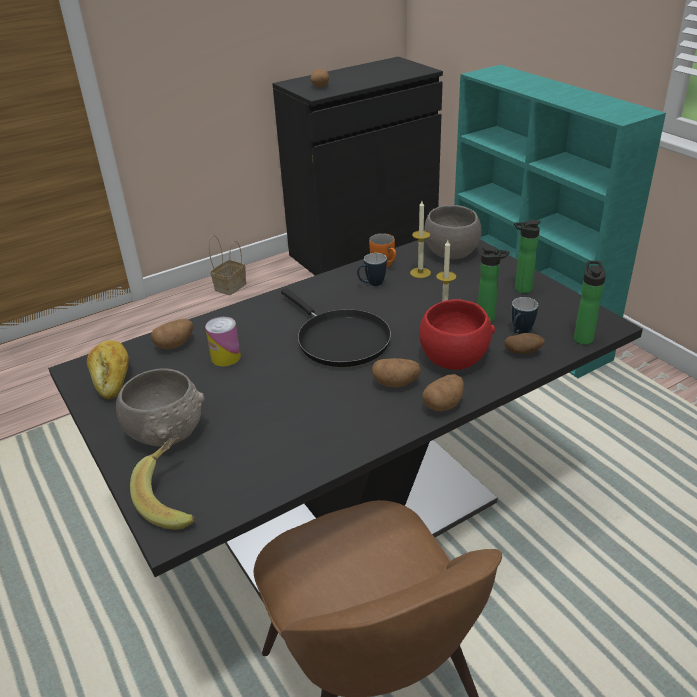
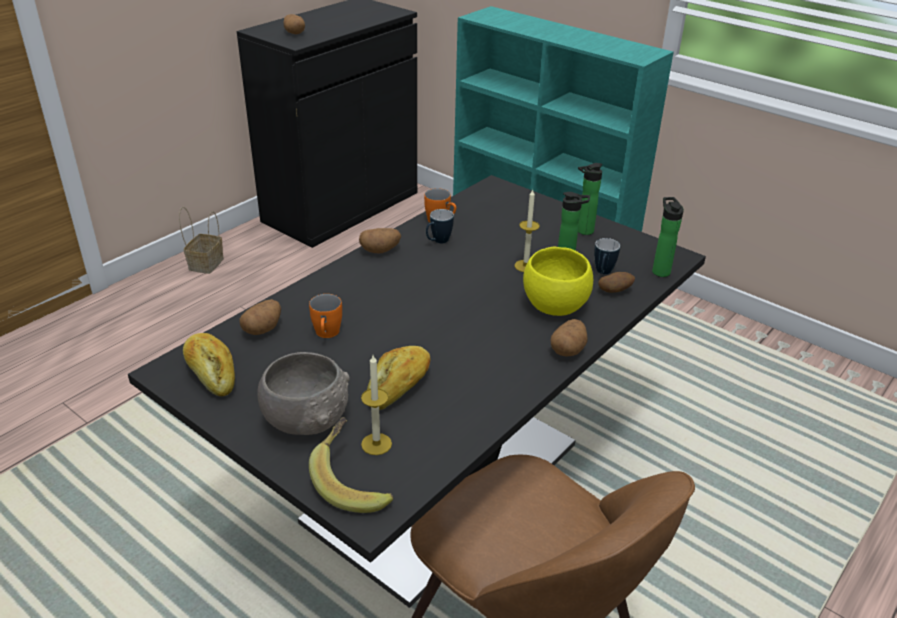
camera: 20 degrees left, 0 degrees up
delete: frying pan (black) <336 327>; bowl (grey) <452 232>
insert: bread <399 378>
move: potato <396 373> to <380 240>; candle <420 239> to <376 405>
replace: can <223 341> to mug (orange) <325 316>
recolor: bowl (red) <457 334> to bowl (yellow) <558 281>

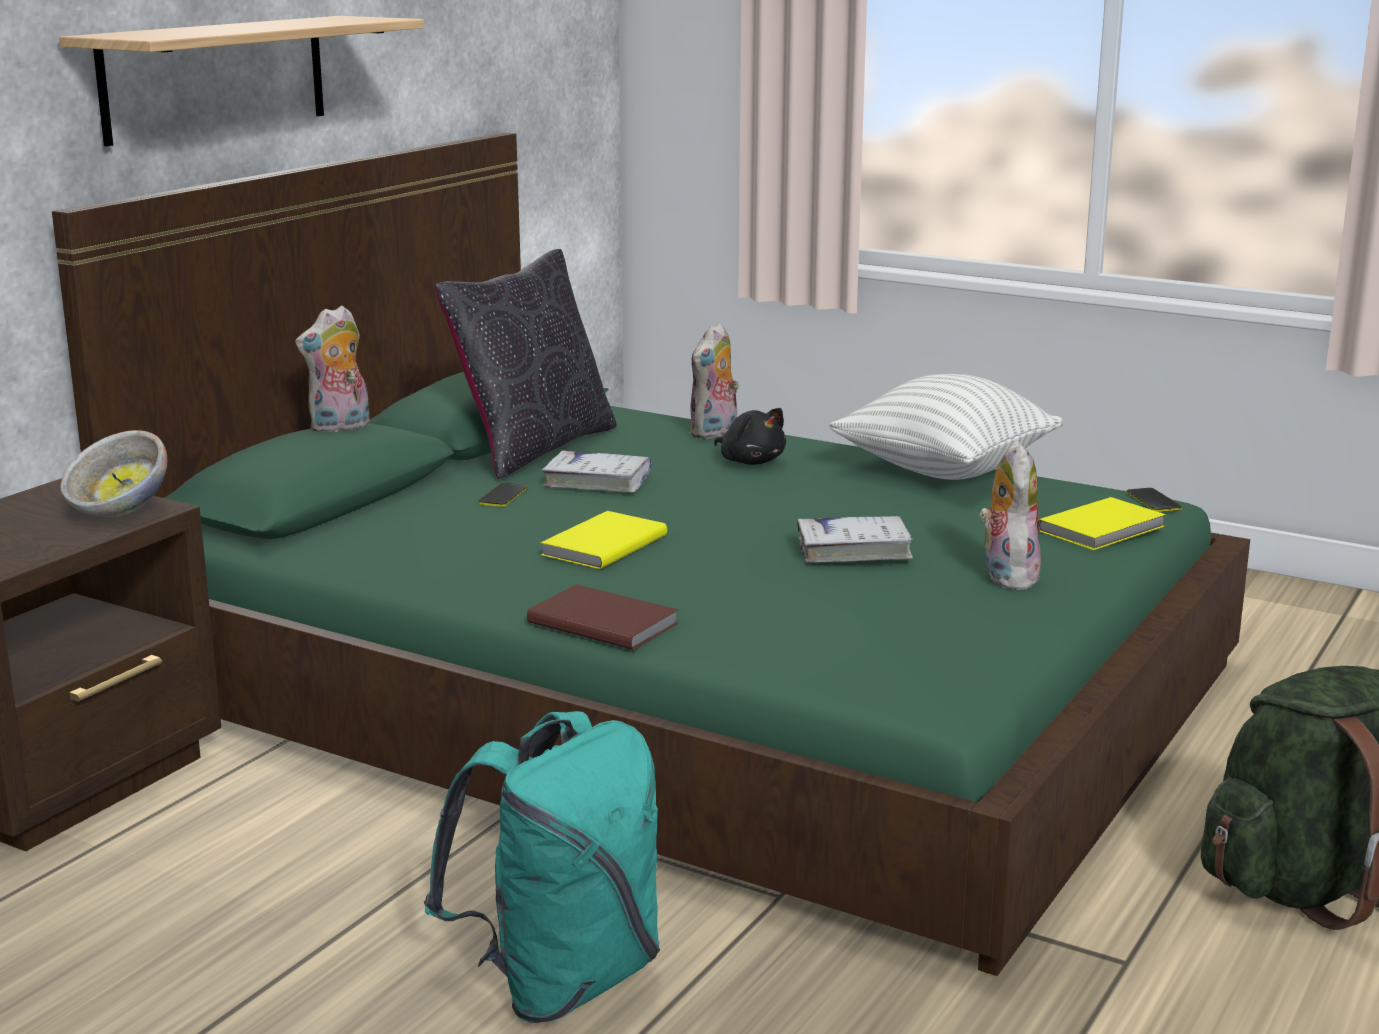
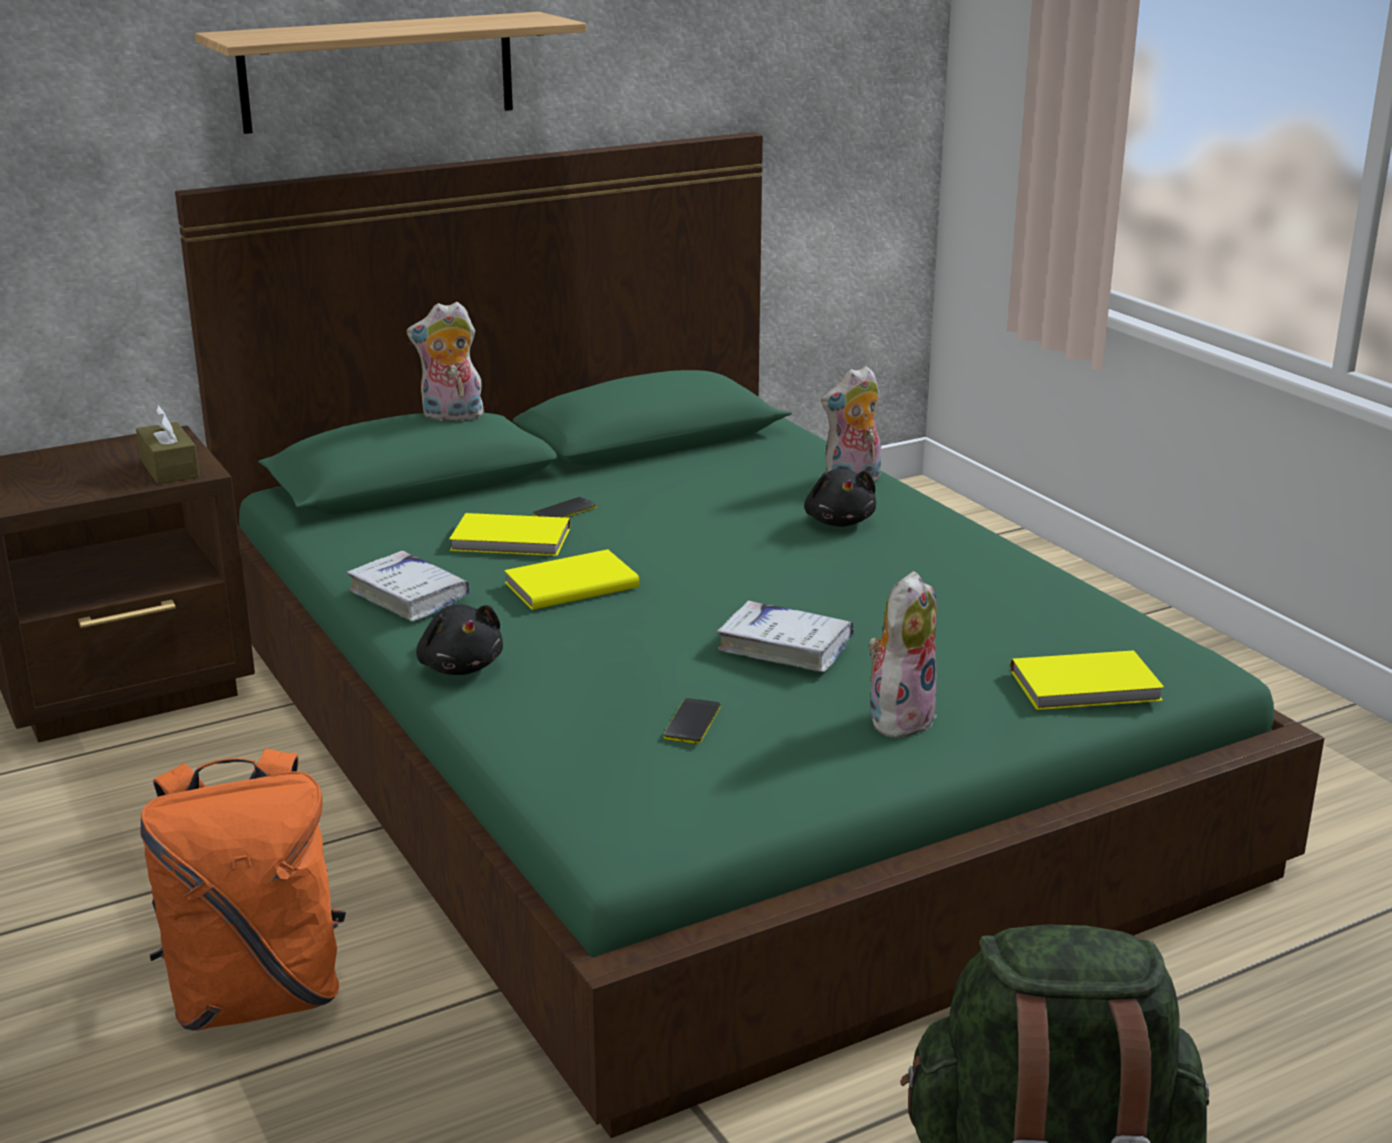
camera: 30 degrees right, 5 degrees up
delete: pillow (black) <526 364>; pillow (white) <946 427>
insert: book (yellow) <509 534>
move: book (white) <597 471> to <408 586>; phone <1154 500> to <692 721>
replace: bowl <113 473> to tissue box (brown) <167 444>; book (brown) <602 617> to plush toy (black) <459 639>
recolor: backpack (turquoise) <542 867> to backpack (orange) <243 890>

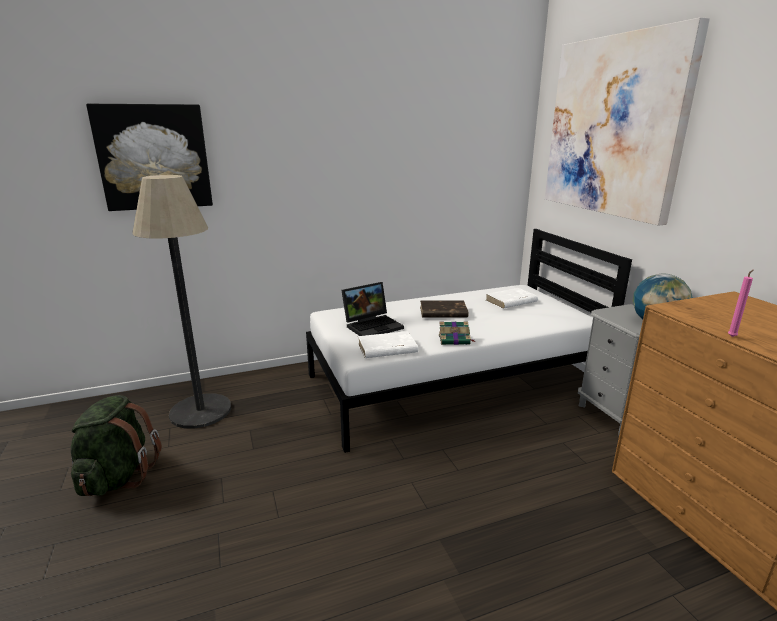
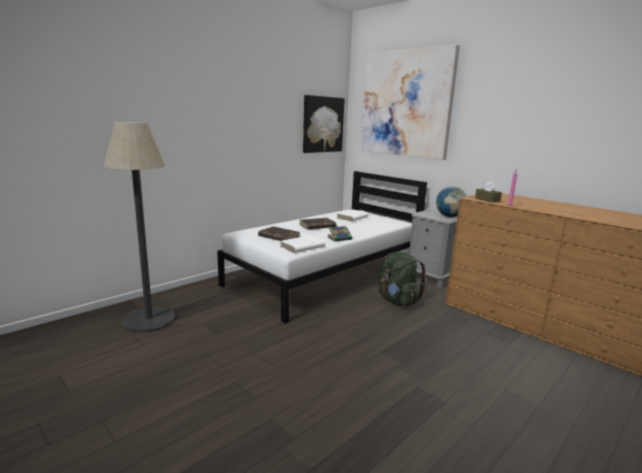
camera: 25 degrees left, 5 degrees down
insert: tissue box (brown) <488 192>
move: backpack (green) <116 446> to <403 279>; picture <149 157> to <324 124>
replace: laptop <372 309> to book (brown) <279 233>

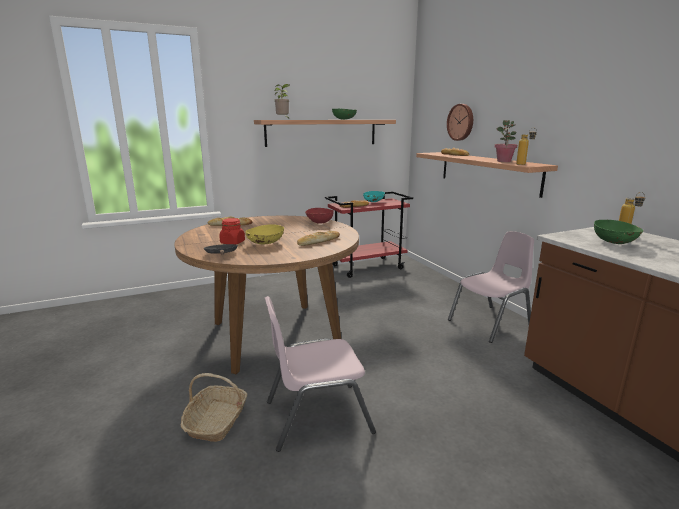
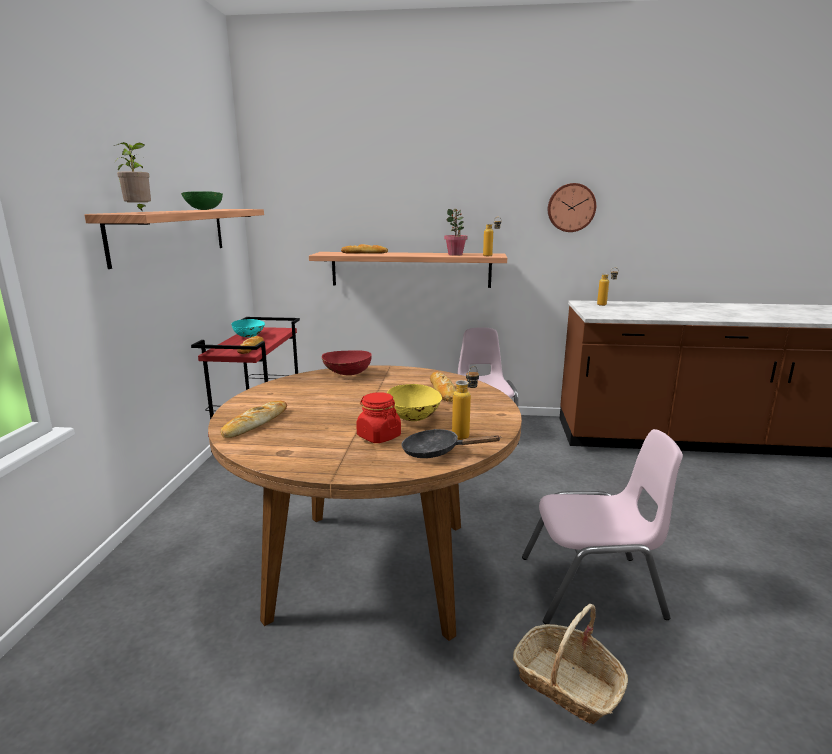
camera: 60 degrees left, 0 degrees up
delete: bowl (green) <619 232>
insert: bottle <465 403>
move: wall clock <460 122> to <572 207>
rotate: chair (pink) <320 374> = <602 526> 105 degrees counterclockwise

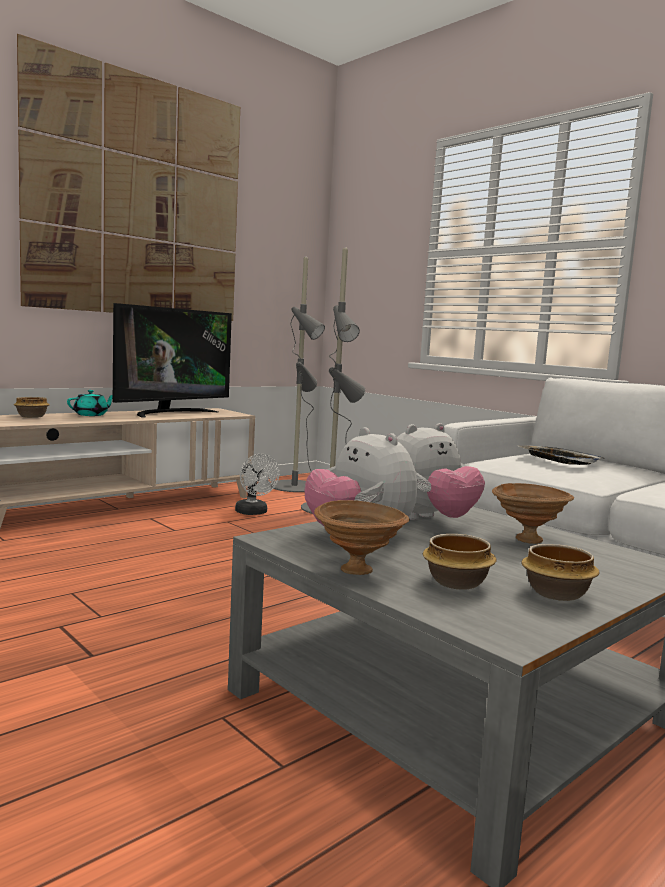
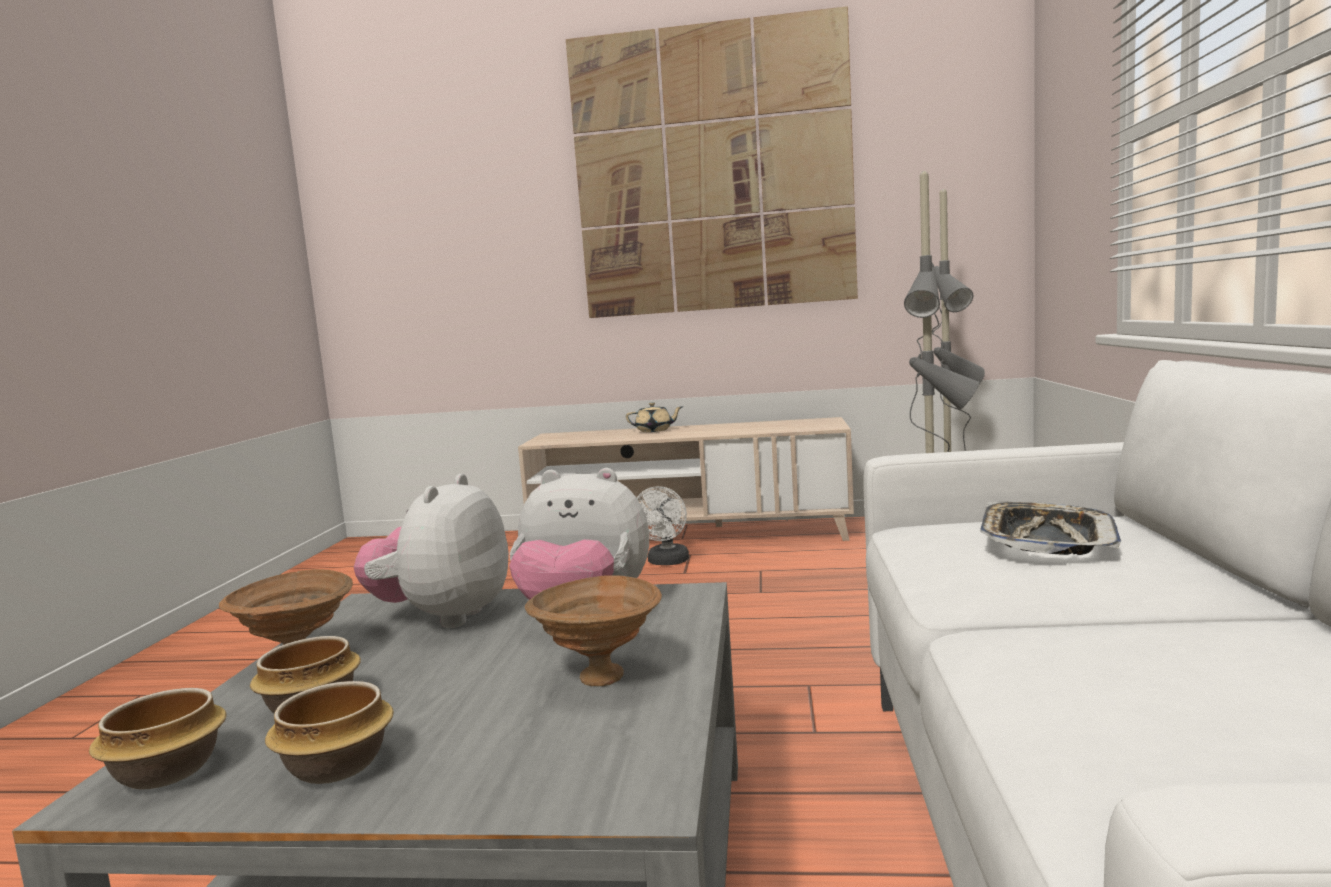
camera: 50 degrees right, 0 degrees up
delete: television <172 360>
move: bowl <32 407> to <158 739>; fan (white) <257 484> to <663 525>
recolor: teapot (turquoise) <90 403> to teapot (beige) <654 417>

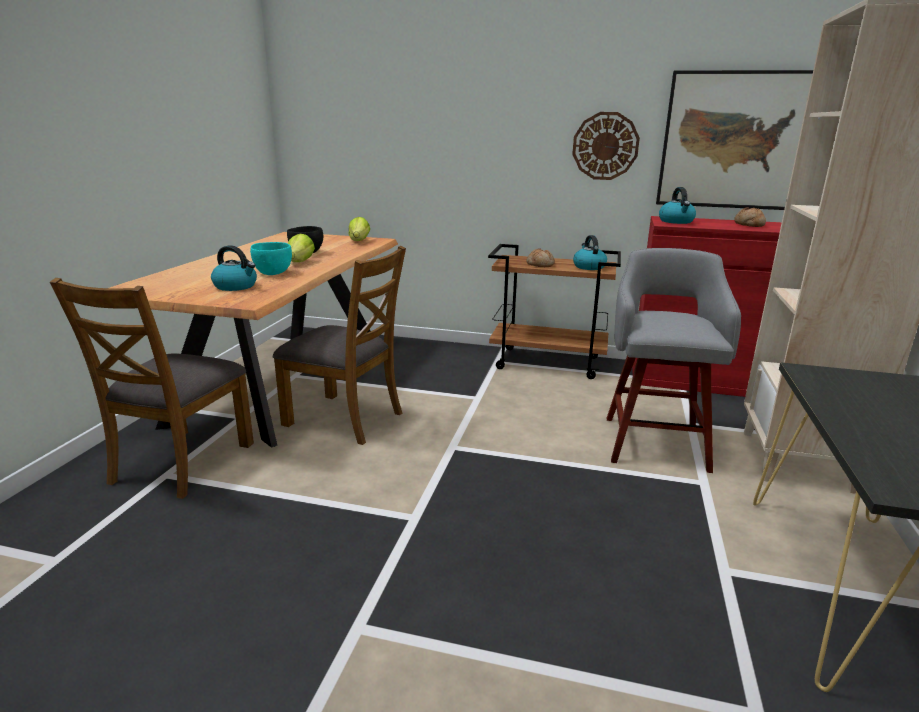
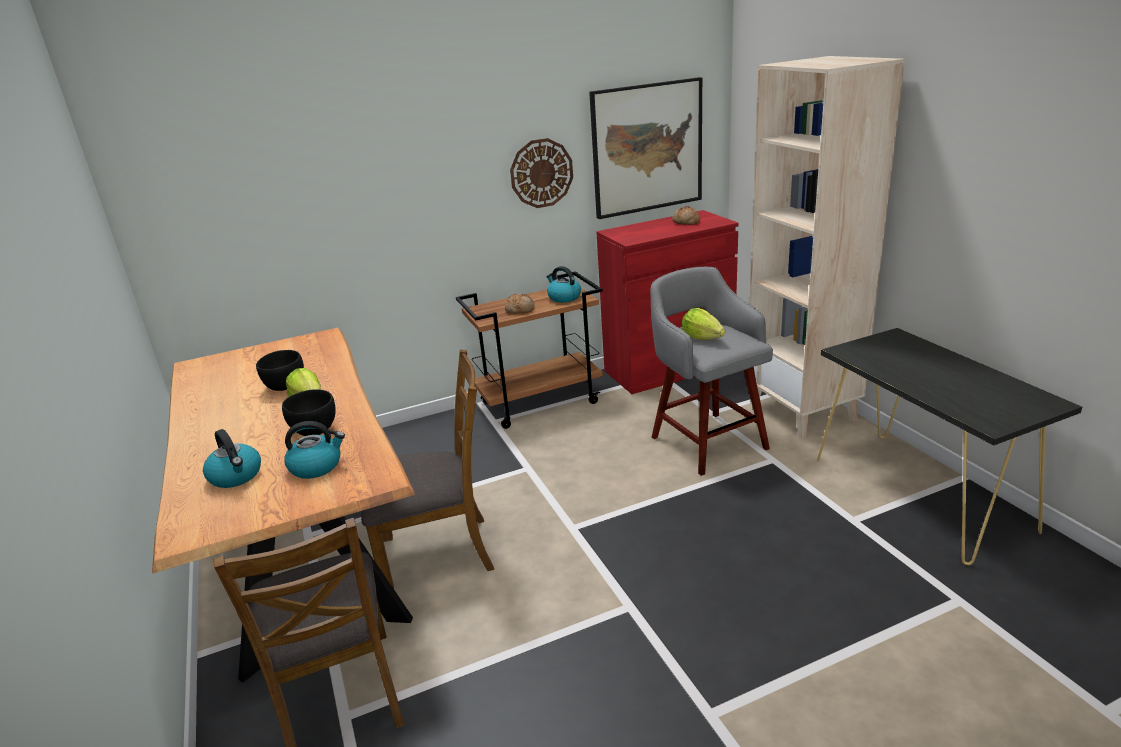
camera: 35 degrees left, 5 degrees up
move: lettuce <359 229> to <703 324>; kettle <677 205> to <232 458>
recolor: bowl (turquoise) <271 258> to bowl (black) <309 412>

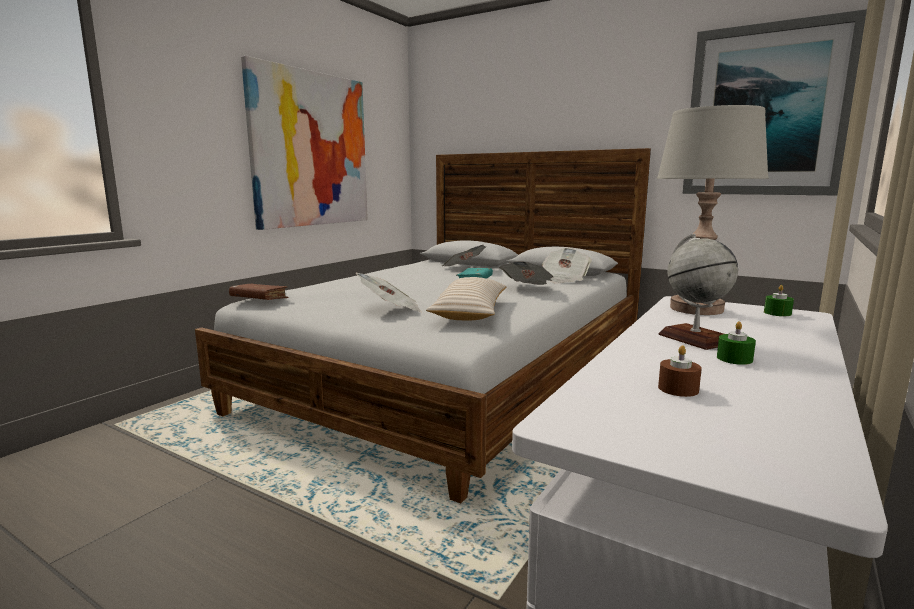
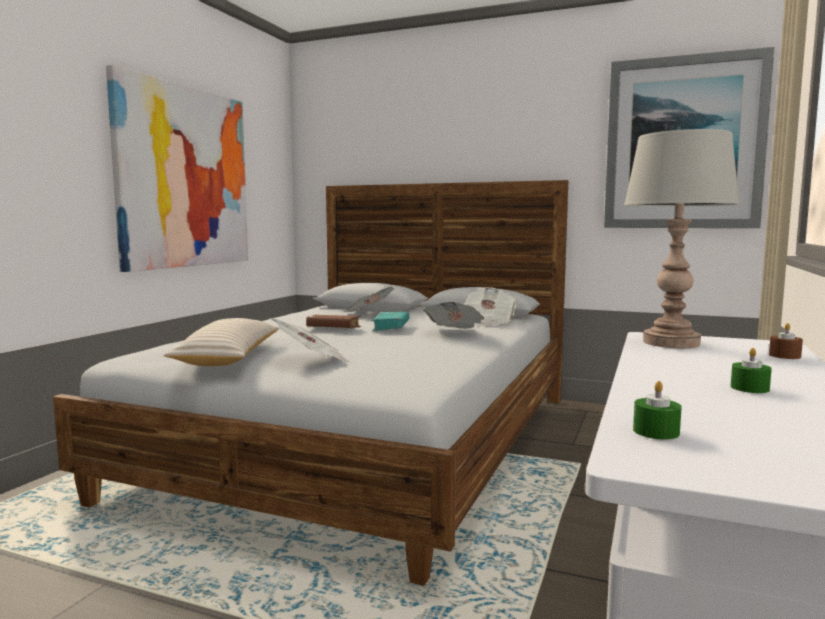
camera: 10 degrees left, 5 degrees down
delete: globe <698 292>
move: book (brown) <259 291> to <333 321>; pillow (beige) <466 298> to <221 342>; candle (brown) <680 371> to <786 341>; candle (green) <779 300> to <657 410>

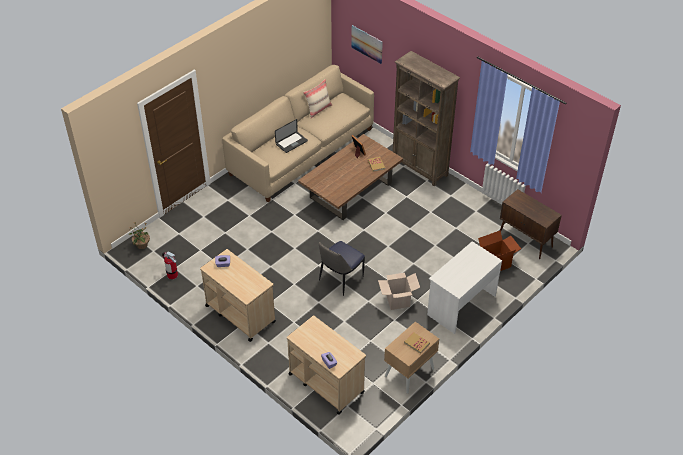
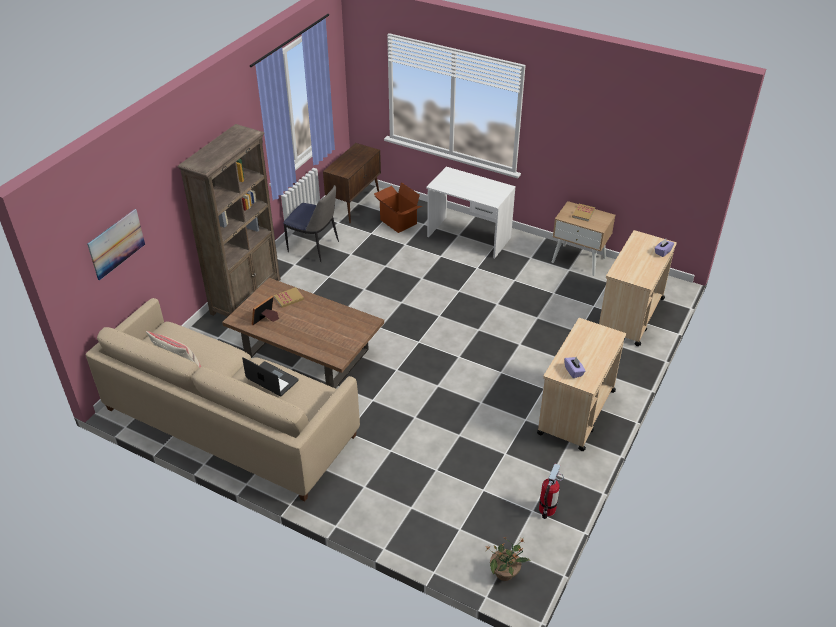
camera: 105 degrees left, 5 degrees down
delete: cardboard box <399 291>
move: chair <342 268> to <311 223>

